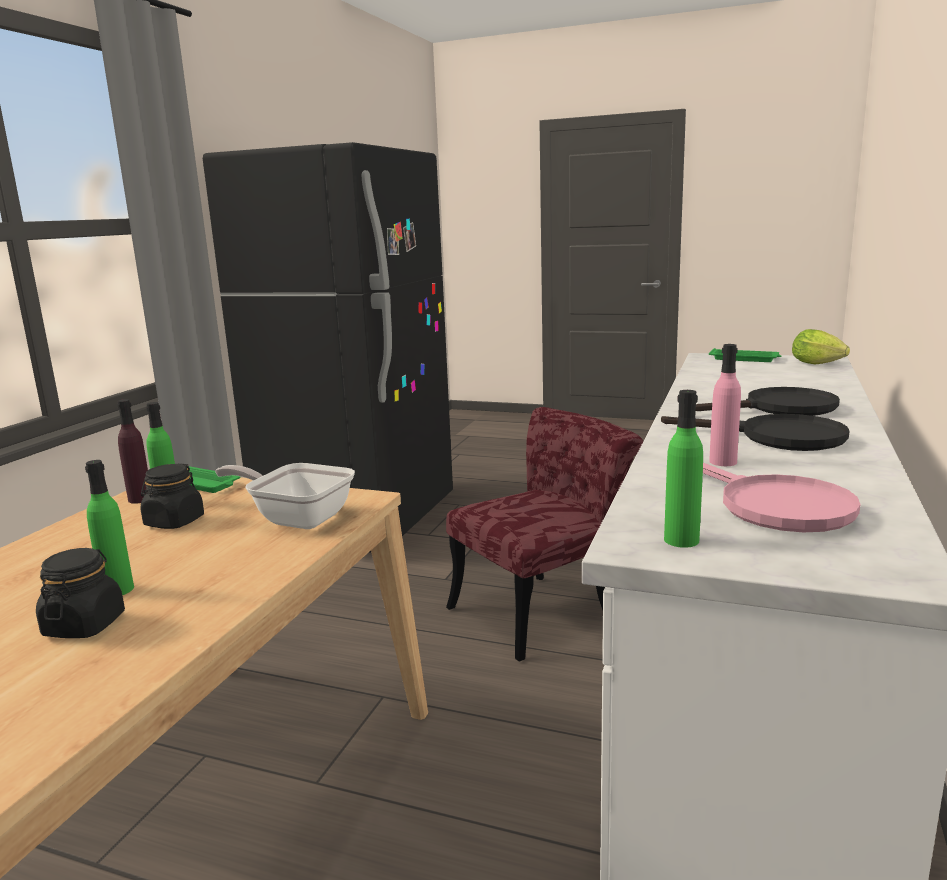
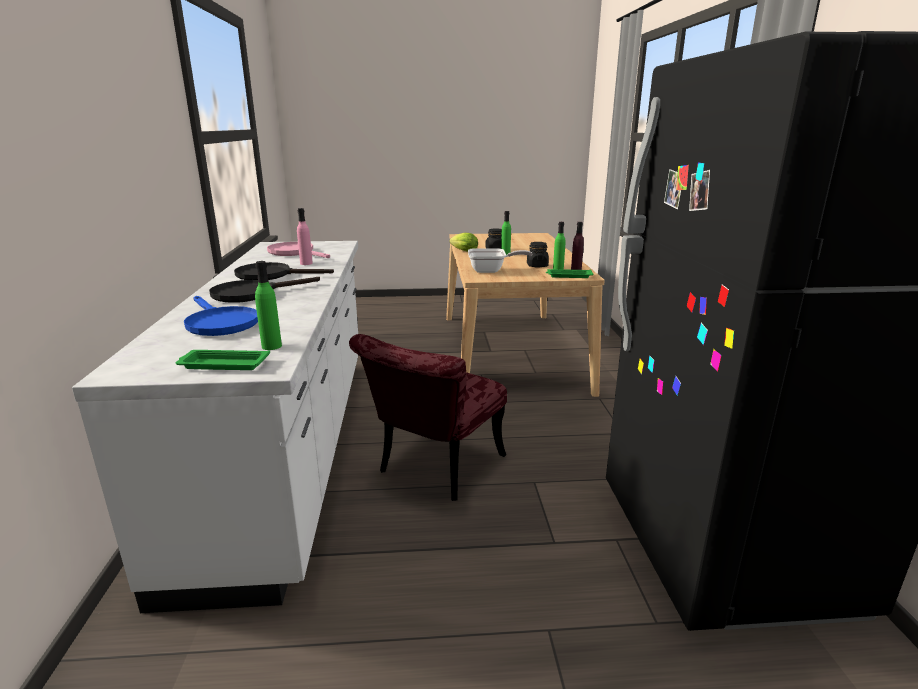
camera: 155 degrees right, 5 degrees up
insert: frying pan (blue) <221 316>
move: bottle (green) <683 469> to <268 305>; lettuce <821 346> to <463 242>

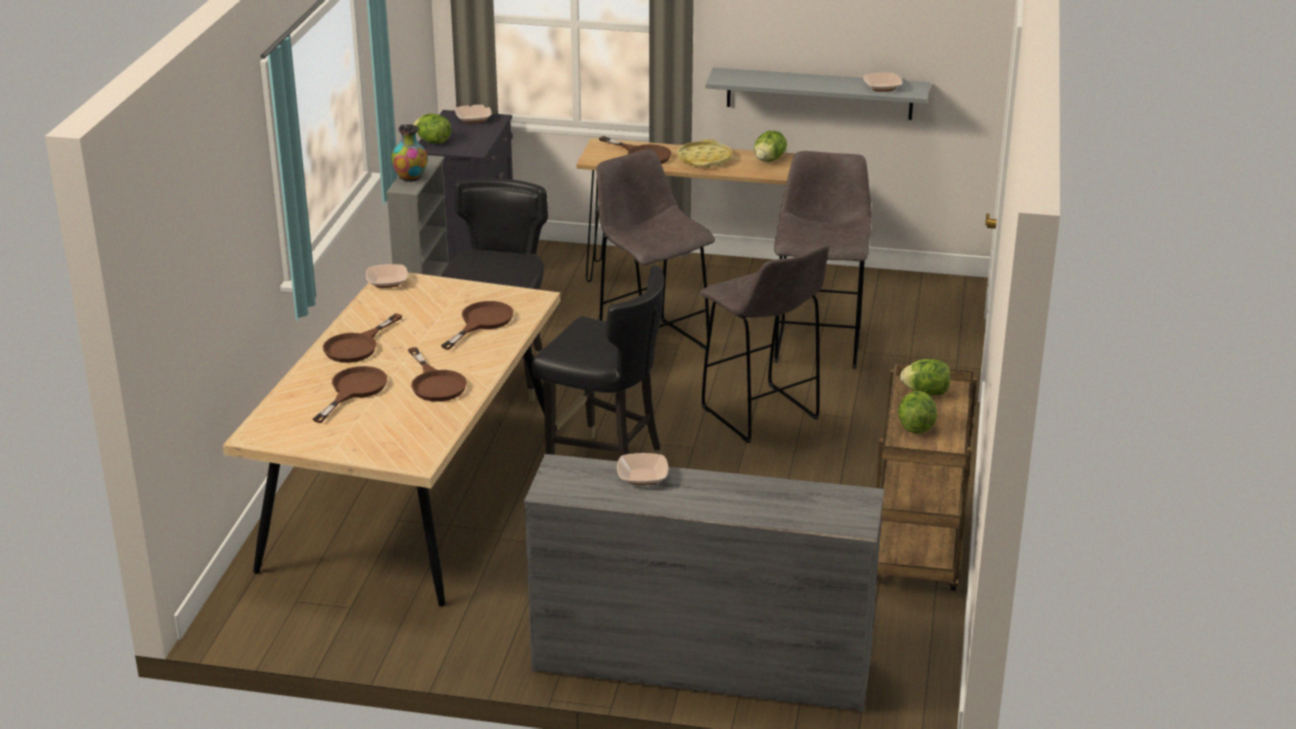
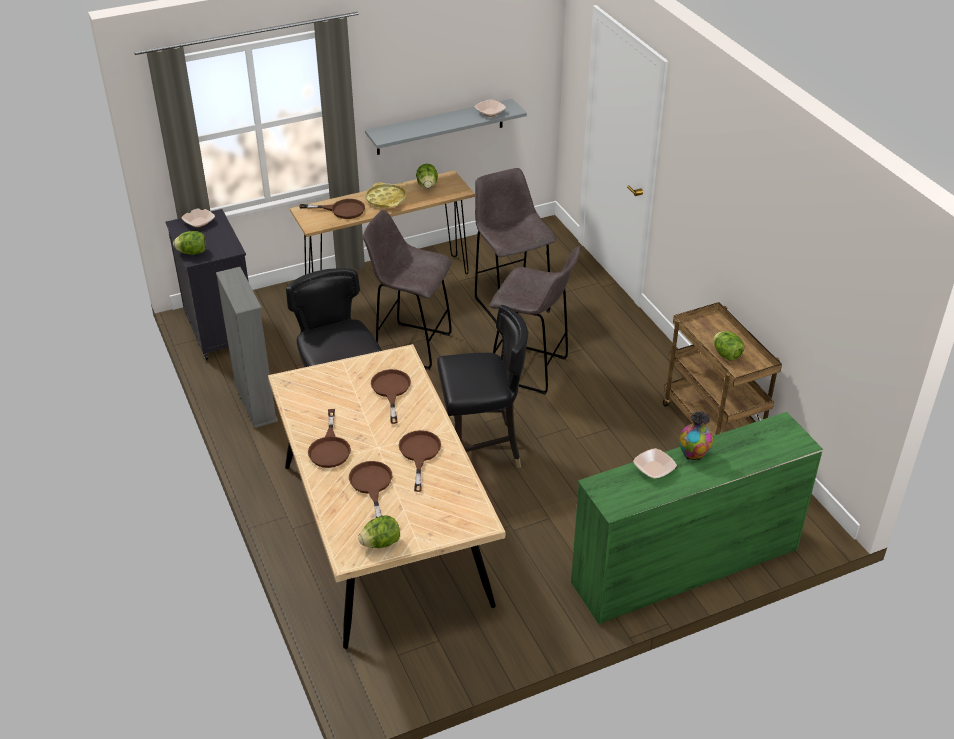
camera: 35 degrees left, 10 degrees up
delete: bowl <387 276>
move: vase <409 153> to <696 435>; lettuce <925 377> to <379 531>
recolor: dresser (grey) <704 583> to dresser (green) <697 518>
rotate: frying pan (brown) <437 374> = <420 461> 120 degrees counterclockwise

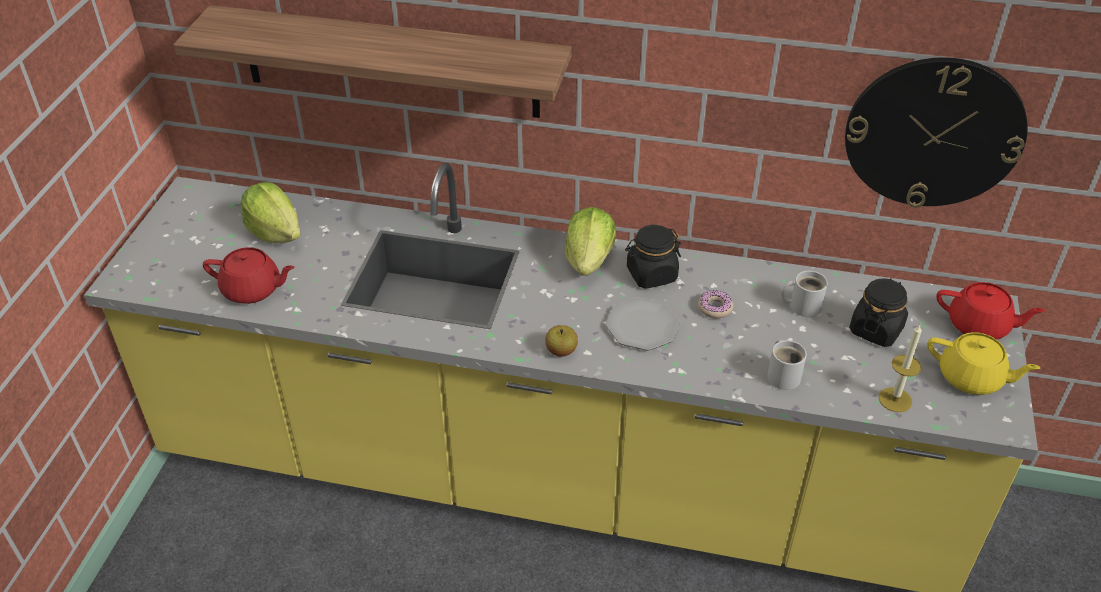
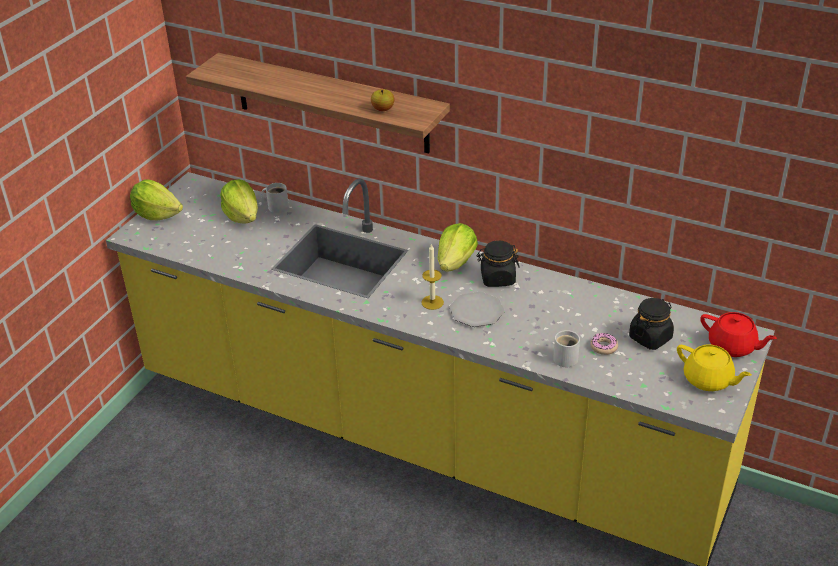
camera: 15 degrees right, 5 degrees down
delete: teapot (red) <249 275>; wall clock <936 132>
insert: lettuce <156 200>
move: apple <561 341> to <382 100>; donut <716 304> to <604 344>; mug (white) <804 294> to <275 198>; candle <900 368> to <433 277>

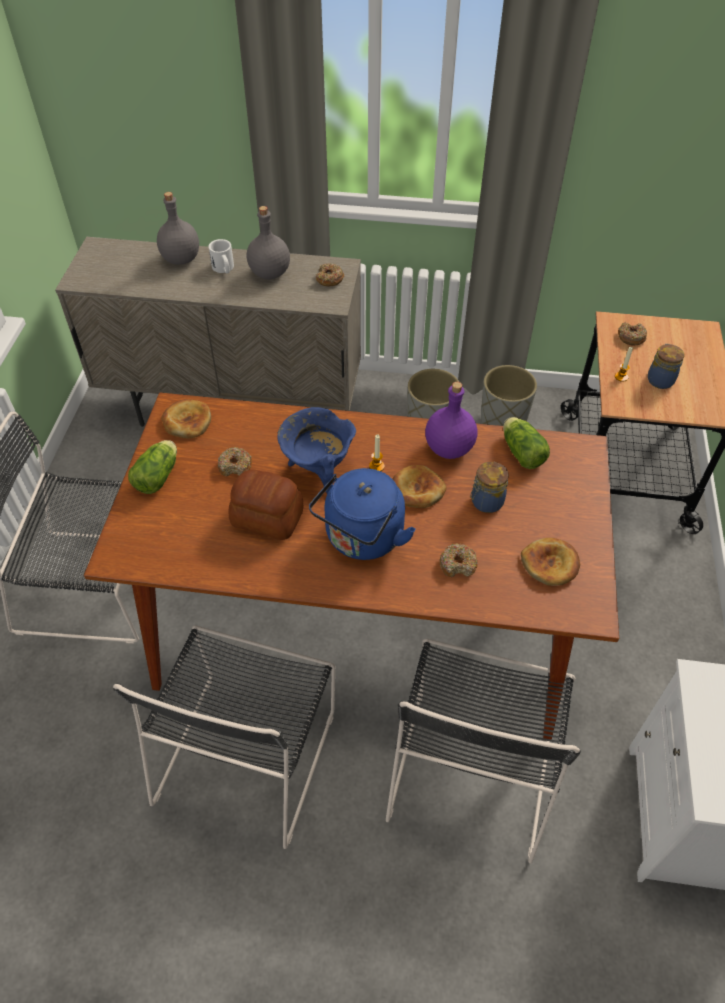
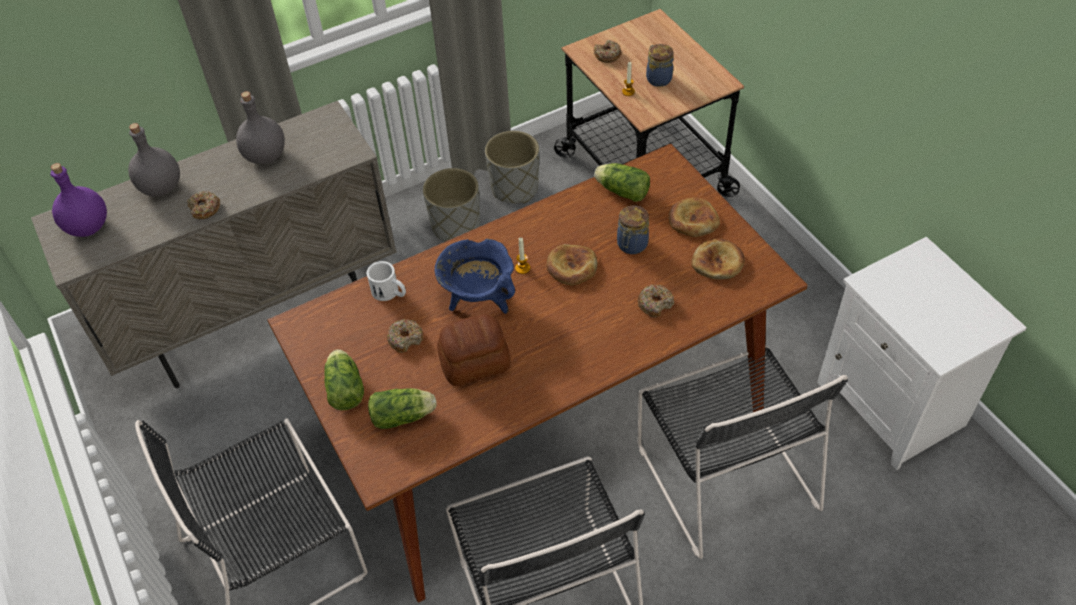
camera: 35 degrees left, 0 degrees up
delete: kettle (blue) <362 514>
insert: lettuce <402 408>
move: bread <186 419> to <694 217>; mug (white) <221 256> to <386 281>; donut <330 274> to <203 205>; bottle (purple) <451 420> to <79 200>

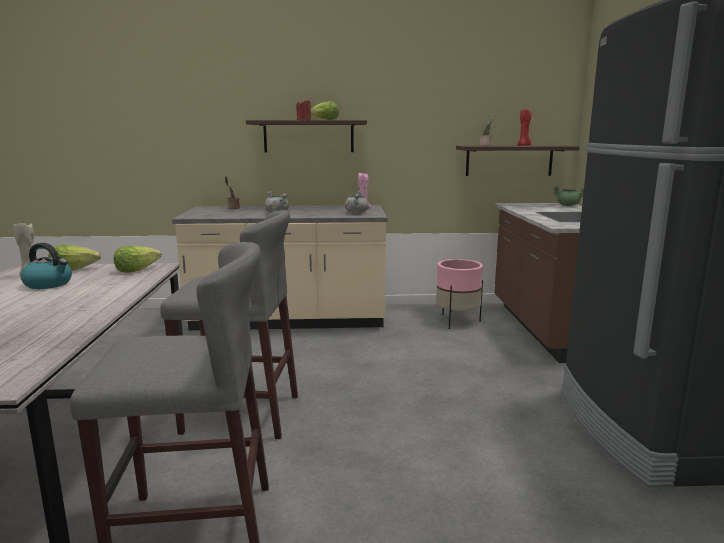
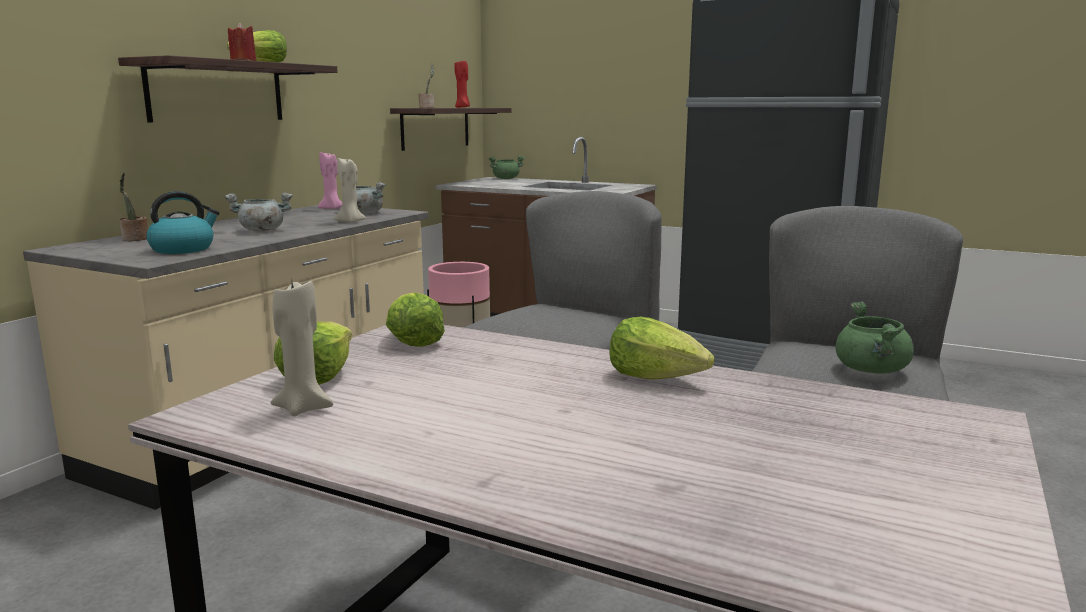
camera: 60 degrees left, 0 degrees up
insert: candle (beige) <350 190>; lettuce <661 348>; cooking pot (green) <874 337>
move: kettle <46 266> to <183 222>

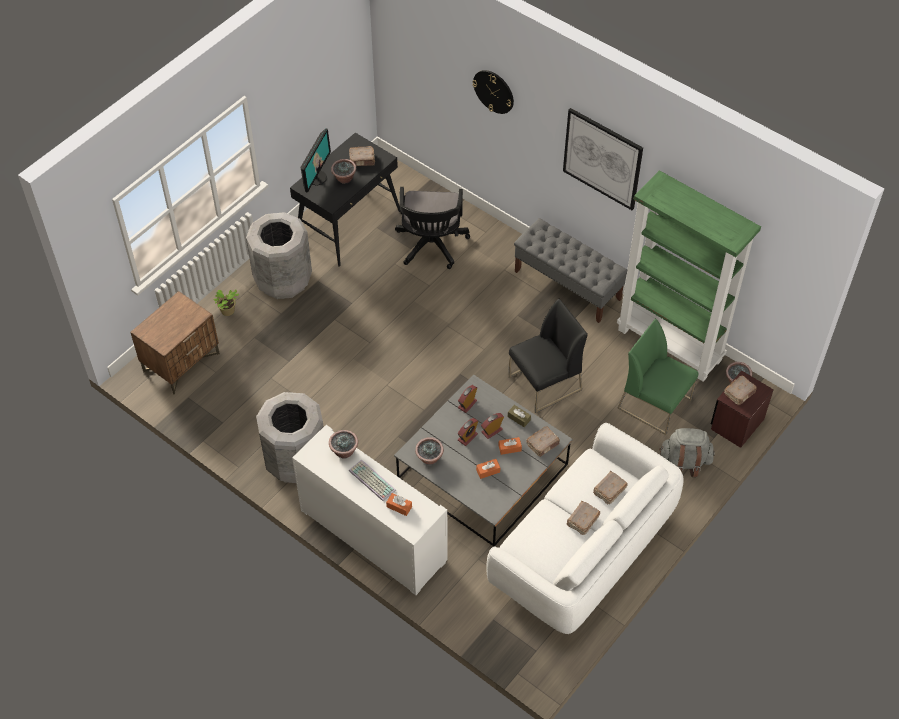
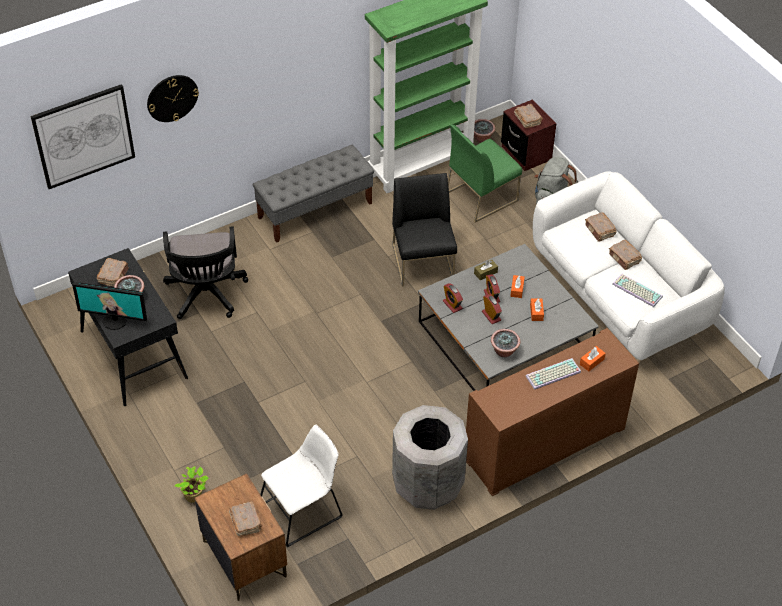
camera: 70 degrees left, 5 degrees down
delete: trash can (grey) <279 255>; potted plant <343 444>
insert: chair (white) <301 486>; keyboard <637 290>
move: book (brown) <543 442> to <245 519>; picture <603 159> to <83 136>
recolor: cabinet (white) <369 510> to cabinet (brown) <552 412>
rotate: monitor <316 161> = <109 306> 150 degrees clockwise; office chair (black) <432 228> = <205 272> 60 degrees clockwise

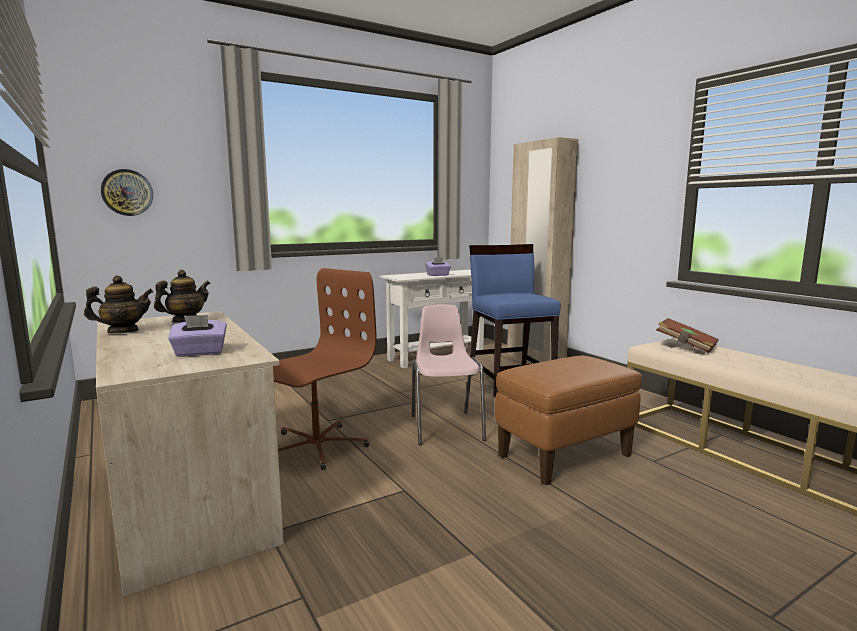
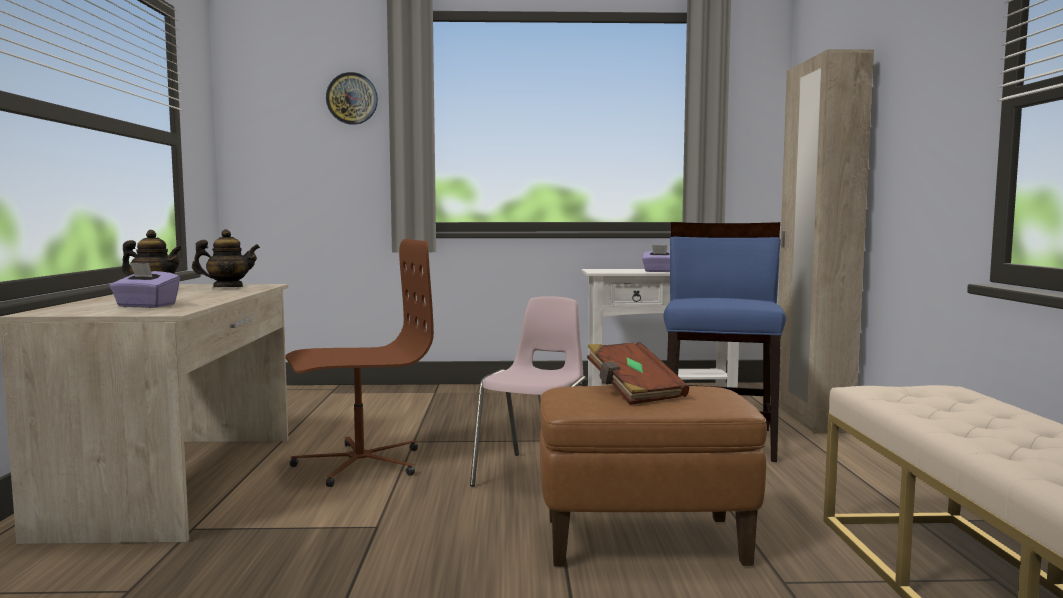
camera: 30 degrees right, 5 degrees down
move: wall clock <127 192> to <352 98>; book (brown) <688 335> to <638 373>

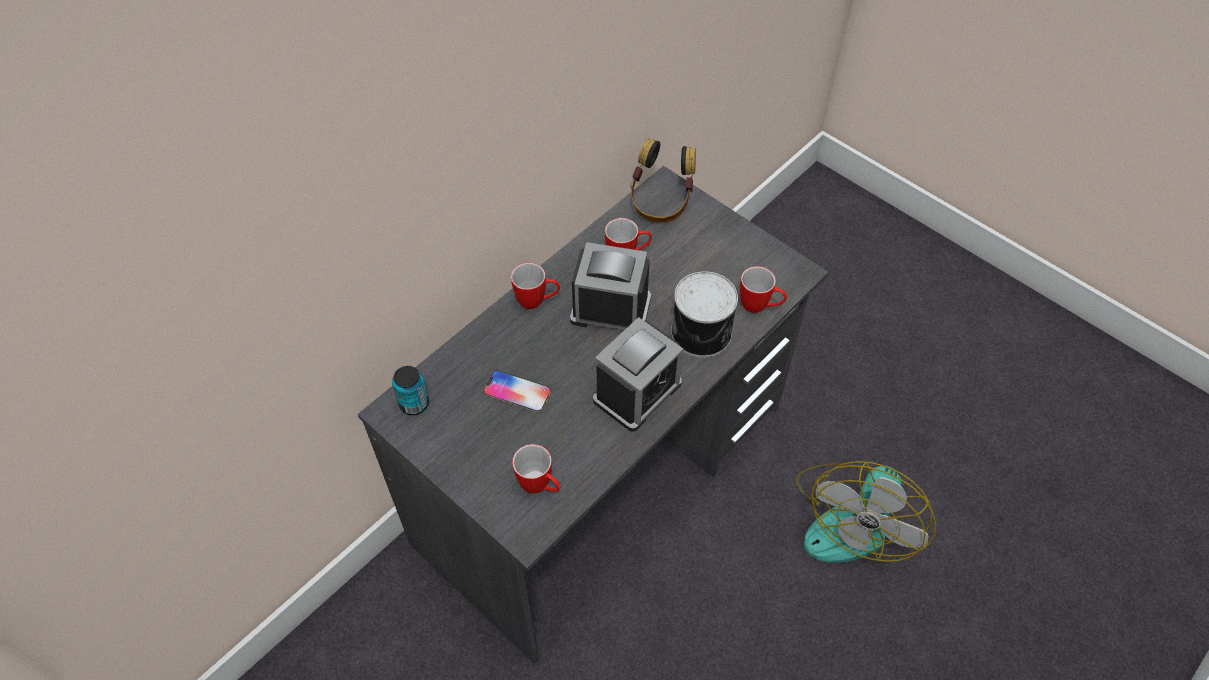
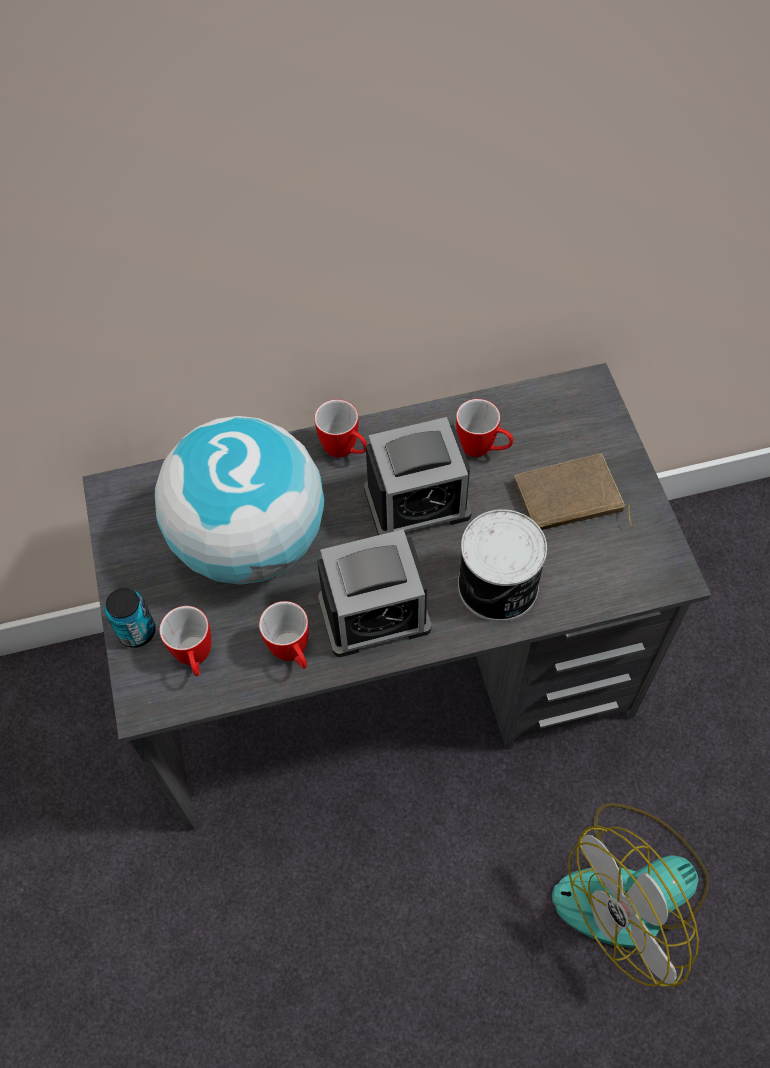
camera: 35 degrees right, 5 degrees up
delete: headphones <663 181>
insert: book (brown) <573 491>
move: can <410 390> to <130 618>; mug <763 289> to <284 635>
replace: phone <517 391> to globe <239 500>
rotate: alarm clock <610 286> = <418 476> 120 degrees clockwise

